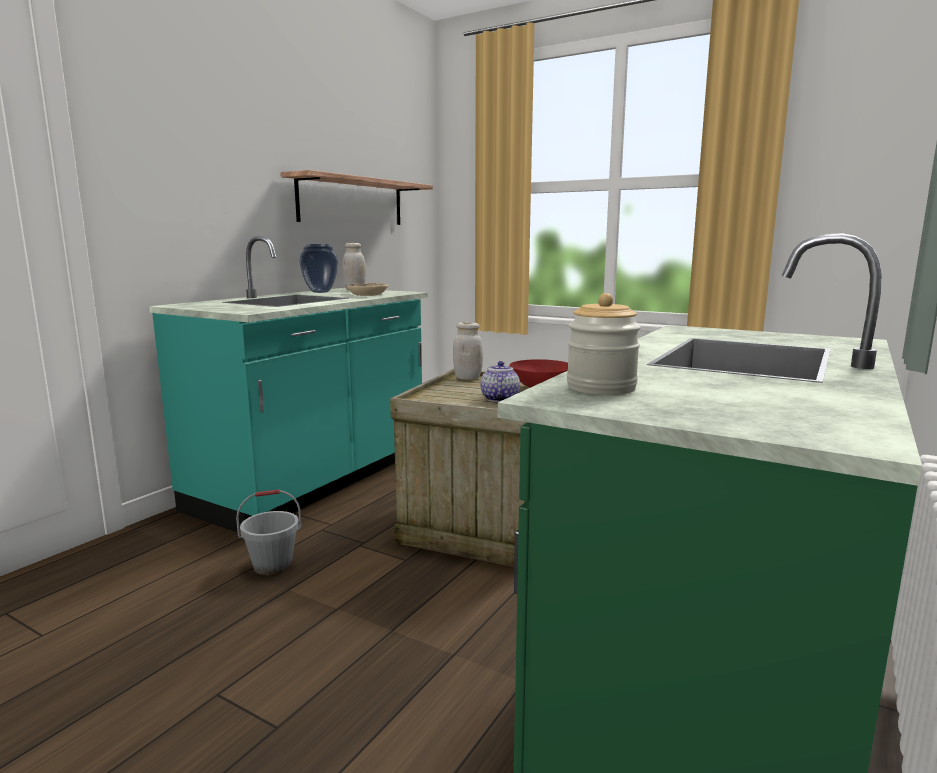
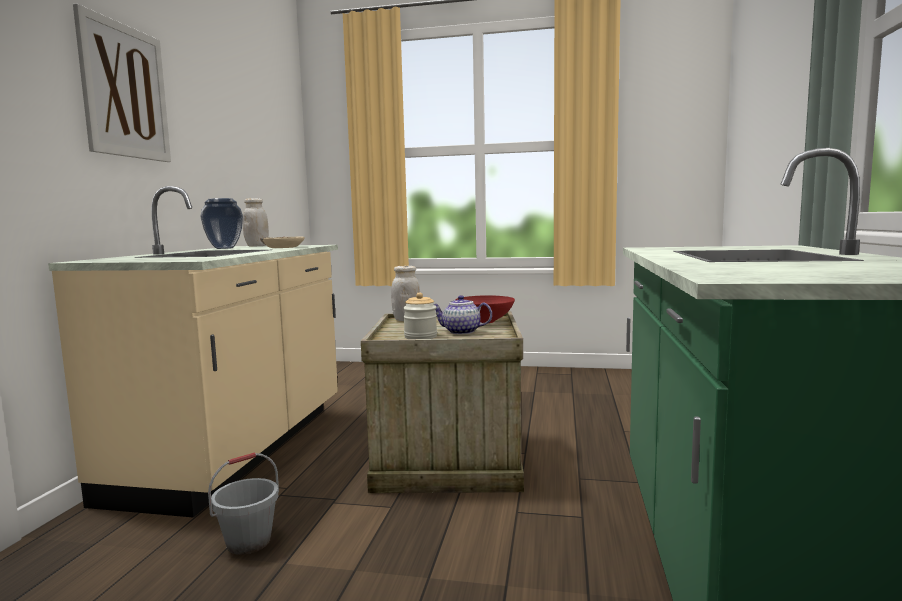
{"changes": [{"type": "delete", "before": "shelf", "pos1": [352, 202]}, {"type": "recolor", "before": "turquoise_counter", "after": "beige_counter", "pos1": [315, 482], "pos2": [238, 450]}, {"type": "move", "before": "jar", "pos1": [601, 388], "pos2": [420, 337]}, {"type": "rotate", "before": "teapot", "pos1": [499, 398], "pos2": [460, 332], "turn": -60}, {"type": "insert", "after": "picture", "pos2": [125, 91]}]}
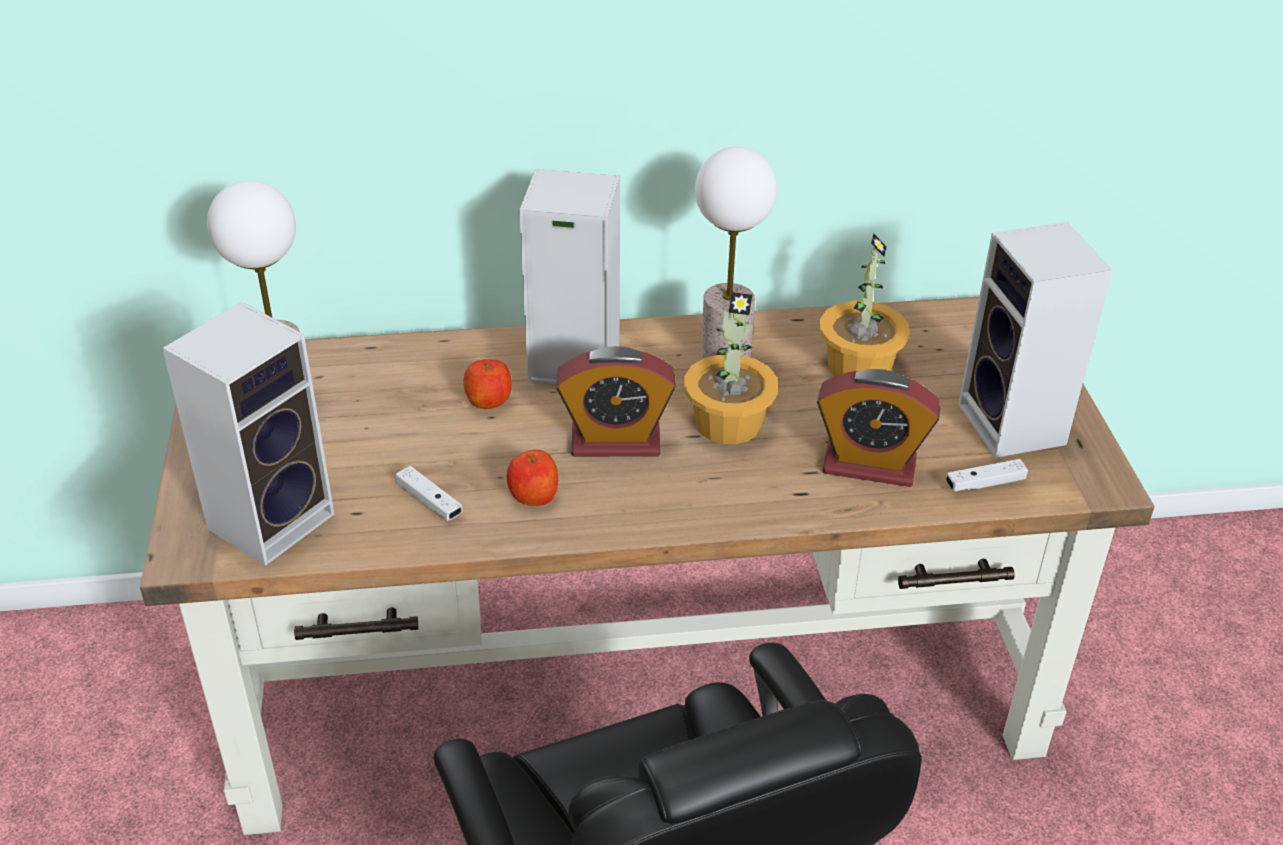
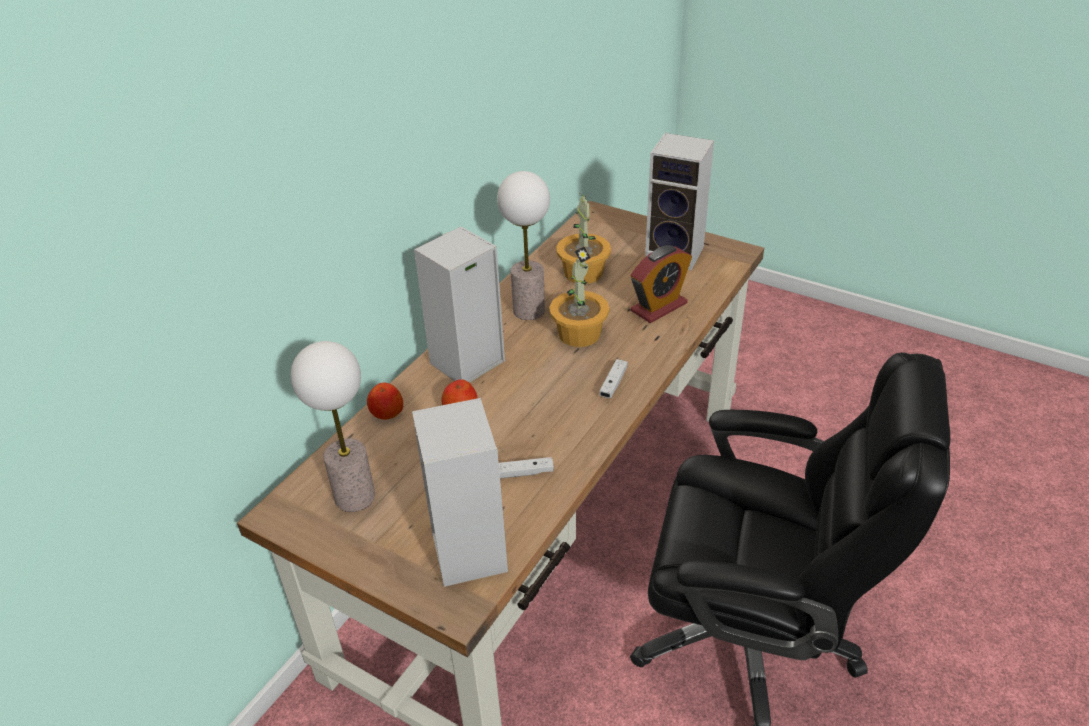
{"changes": [{"type": "delete", "before": "alarm_clock", "pos1": [615, 442]}, {"type": "move", "before": "apple", "pos1": [533, 495], "pos2": [386, 412]}, {"type": "move", "before": "white_game_controller", "pos1": [985, 484], "pos2": [613, 384]}]}
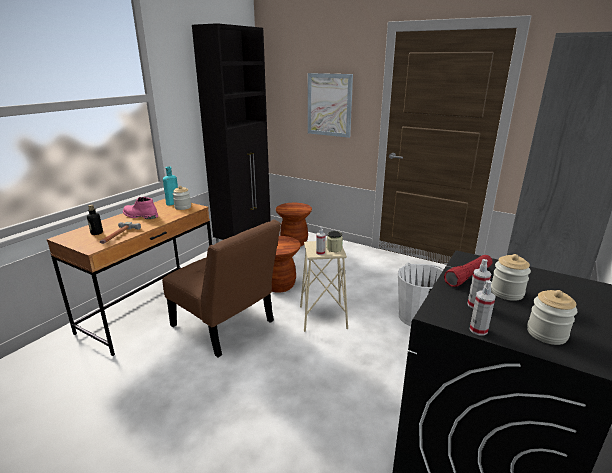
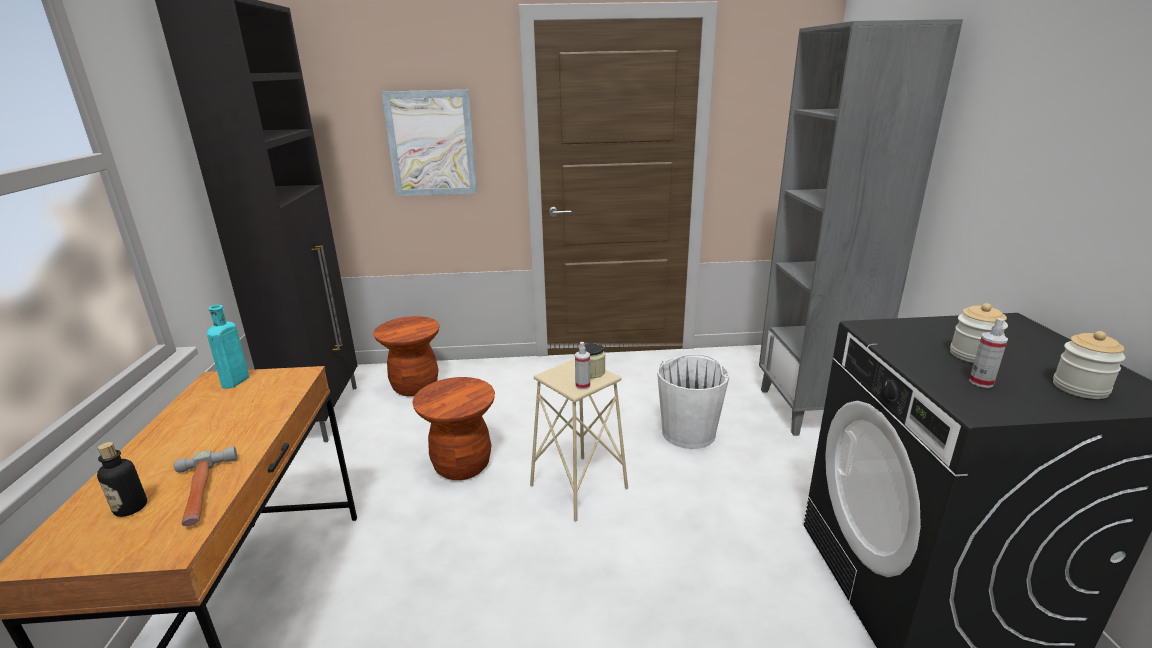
{"changes": [{"type": "delete", "before": "jar", "pos1": [182, 207]}, {"type": "delete", "before": "pink_boot", "pos1": [140, 216]}, {"type": "delete", "before": "brown_chair", "pos1": [226, 326]}, {"type": "delete", "before": "red_flashlight", "pos1": [468, 276]}, {"type": "delete", "before": "spray_bottle", "pos1": [478, 330]}]}
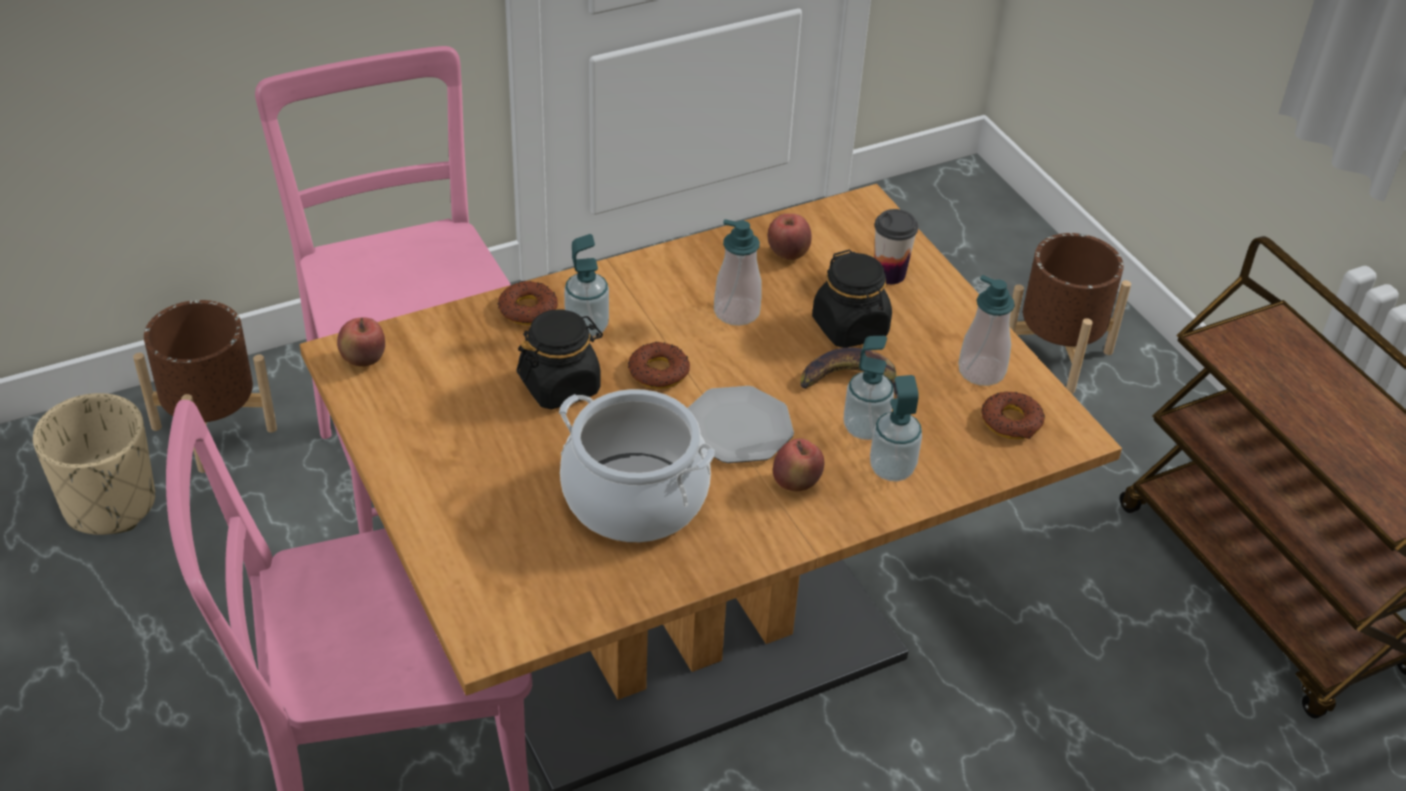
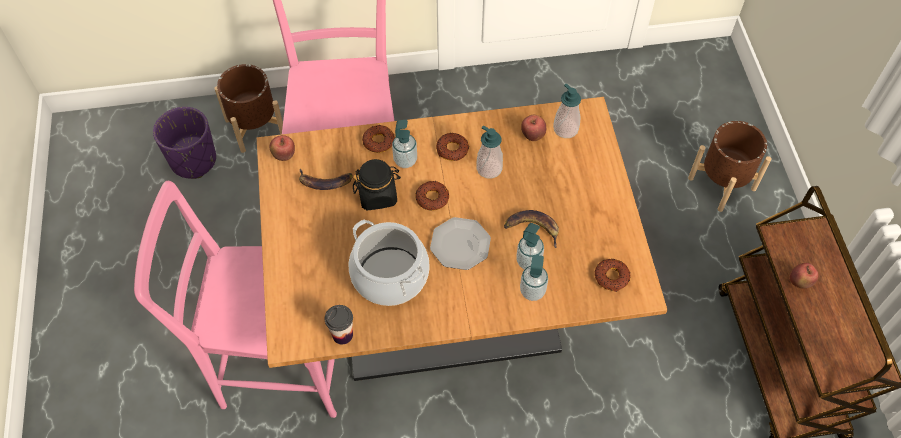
{"changes": [{"type": "move", "before": "cup", "pos1": [889, 274], "pos2": [342, 335]}, {"type": "delete", "before": "black_jar", "pos1": [850, 327]}, {"type": "move", "before": "soap_dispenser", "pos1": [981, 371], "pos2": [565, 129]}, {"type": "recolor", "before": "beige_planter", "after": "purple_planter", "pos1": [109, 504], "pos2": [193, 160]}, {"type": "move", "before": "apple", "pos1": [796, 484], "pos2": [799, 282]}, {"type": "insert", "after": "donut", "pos2": [452, 149]}, {"type": "insert", "after": "banana", "pos2": [324, 182]}]}
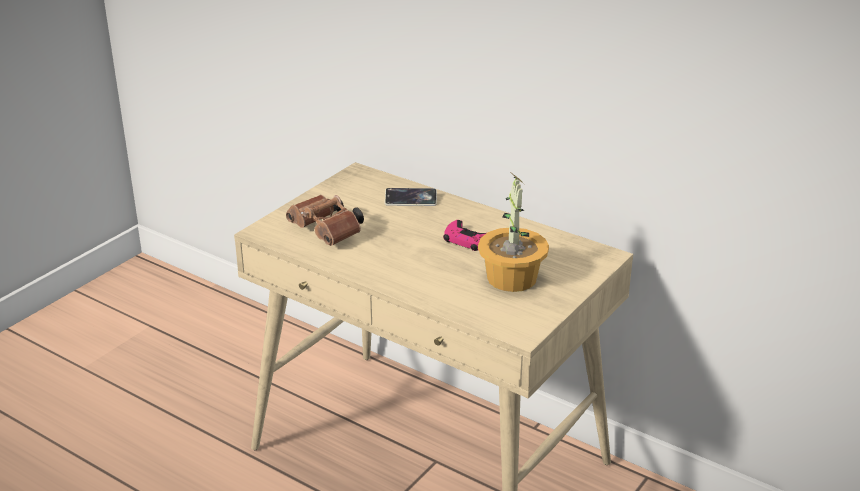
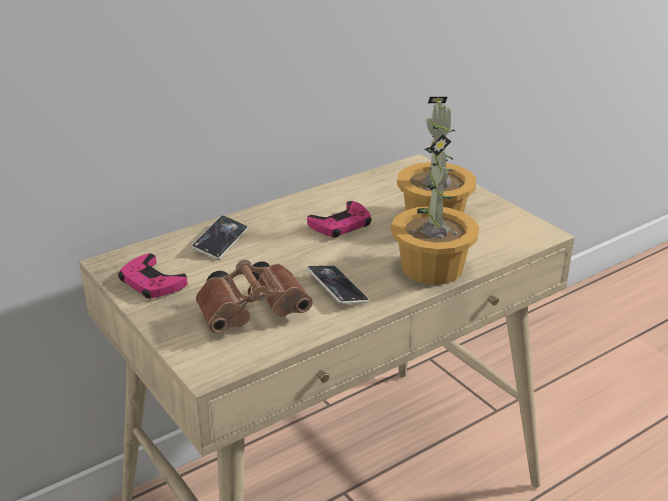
{"changes": [{"type": "insert", "after": "potted_plant", "pos2": [433, 267]}, {"type": "insert", "after": "pink_game_controller", "pos2": [151, 282]}, {"type": "insert", "after": "phone", "pos2": [337, 288]}]}
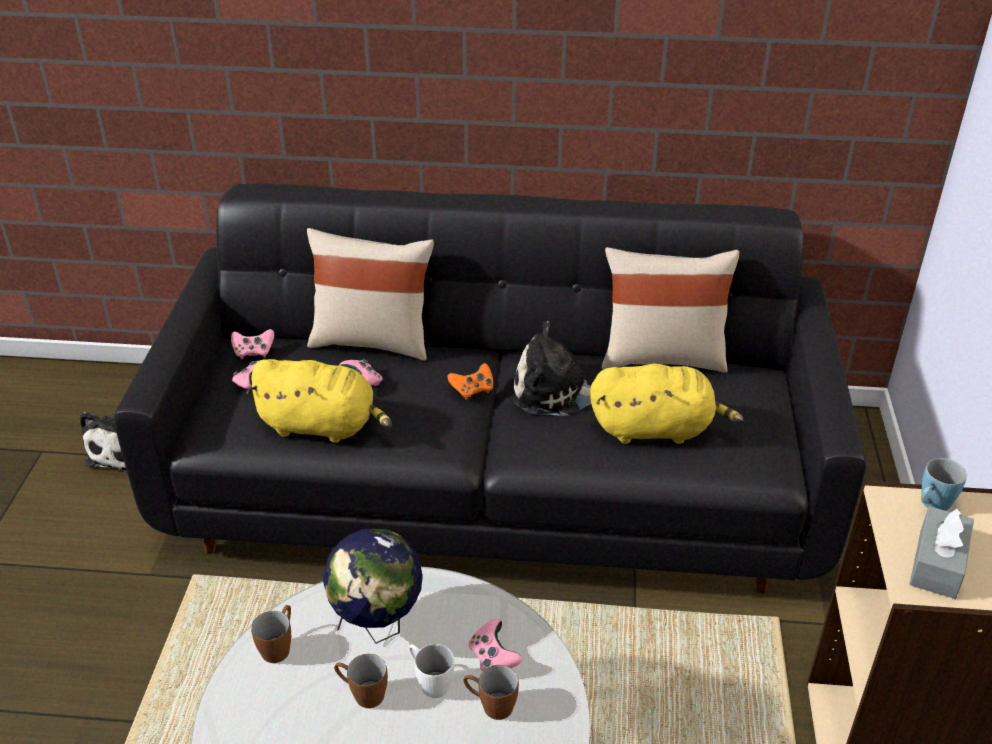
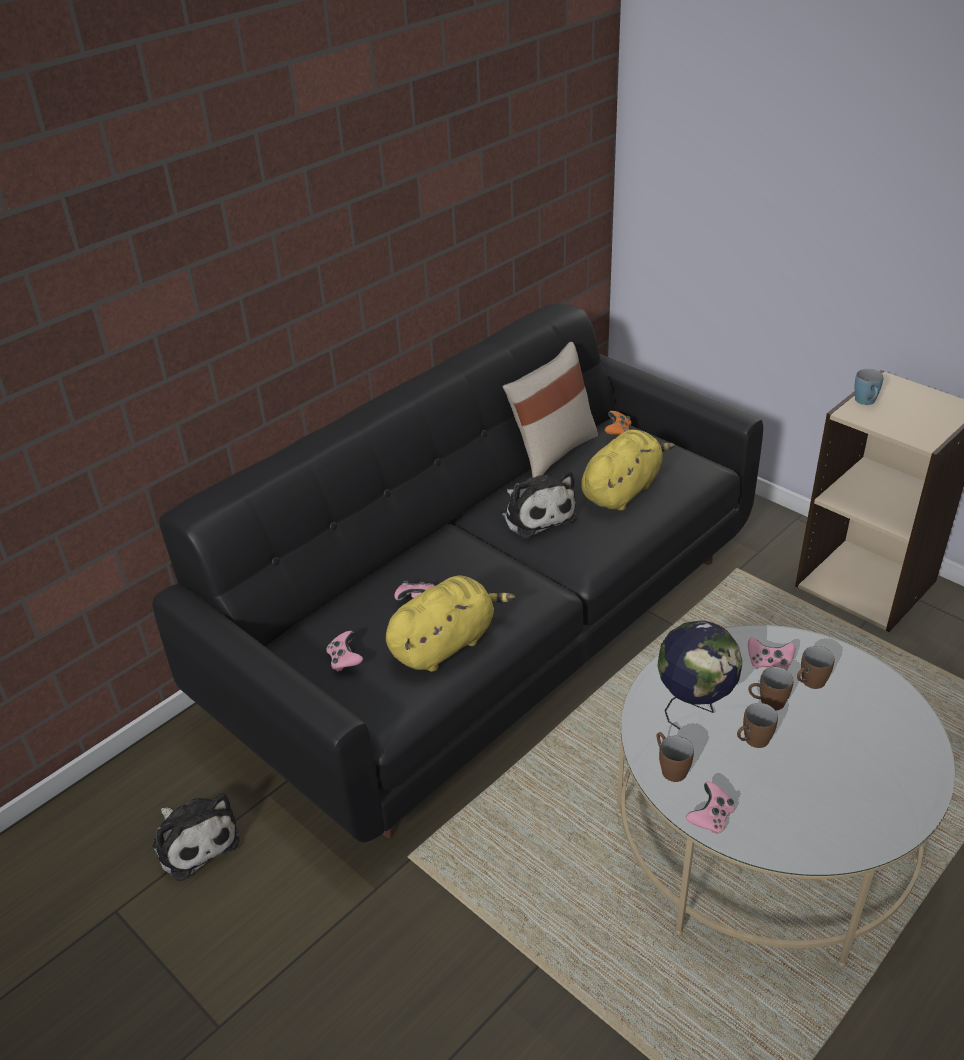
{"changes": [{"type": "delete", "before": "beige_pillow", "pos1": [372, 340]}, {"type": "rotate", "before": "plush_toy", "pos1": [555, 392], "pos2": [536, 514], "turn": -75}, {"type": "move", "before": "pink_game_controller", "pos1": [253, 352], "pos2": [710, 818]}, {"type": "move", "before": "orange_game_controller", "pos1": [472, 390], "pos2": [618, 432]}, {"type": "delete", "before": "grey_tissue_box", "pos1": [937, 563]}, {"type": "recolor", "before": "white_mug", "after": "brown_mug", "pos1": [429, 682], "pos2": [767, 703]}]}
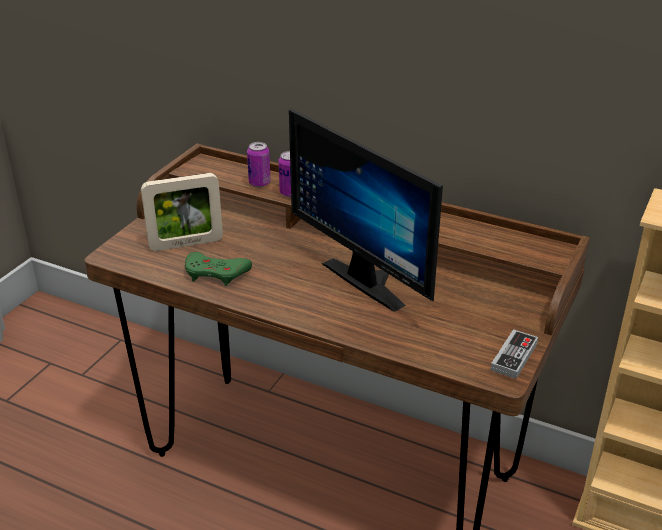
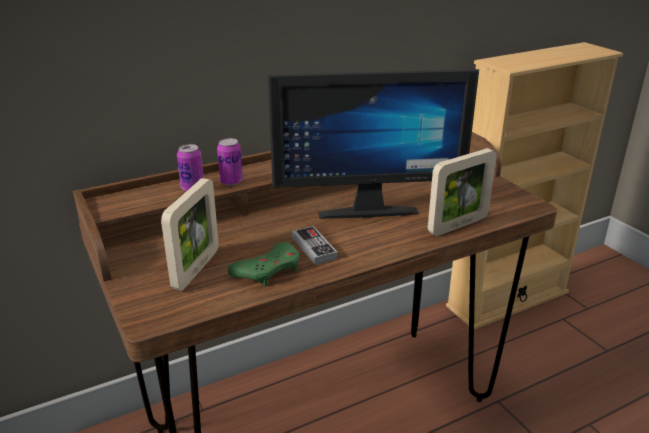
{"changes": [{"type": "move", "before": "game_controller", "pos1": [514, 357], "pos2": [314, 248]}, {"type": "insert", "after": "picture_frame", "pos2": [458, 225]}]}
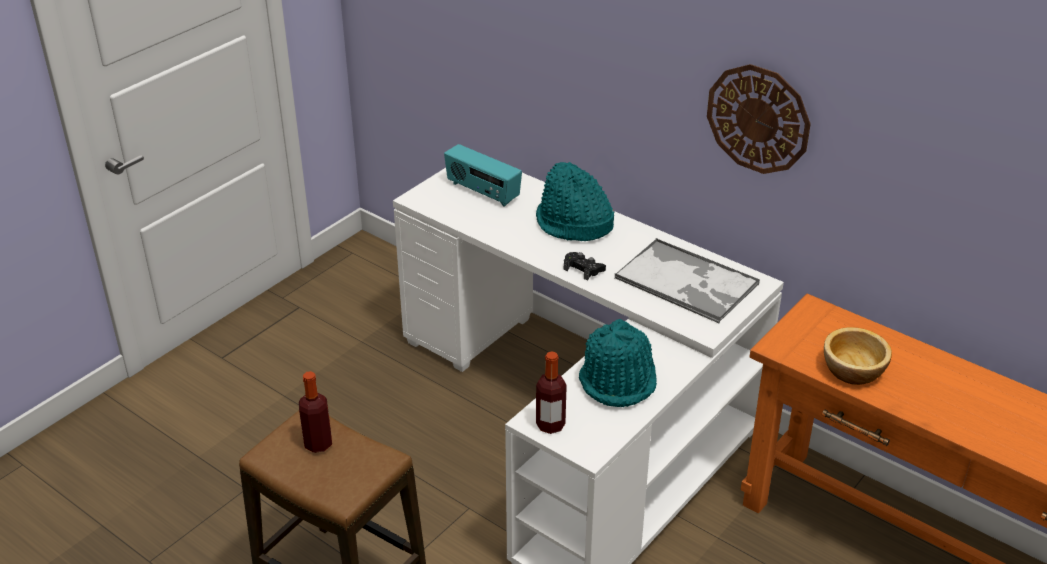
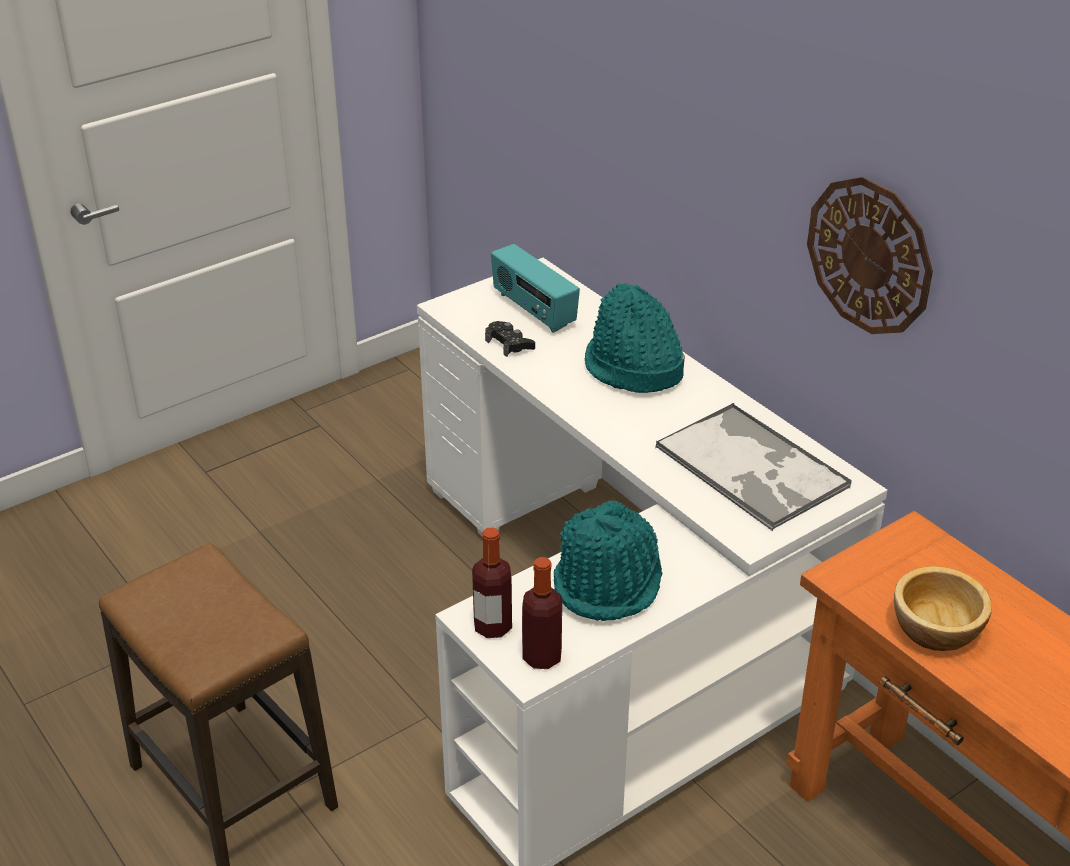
{"changes": [{"type": "move", "before": "black_game_controller", "pos1": [583, 269], "pos2": [509, 344]}, {"type": "move", "before": "bottle", "pos1": [318, 444], "pos2": [542, 657]}]}
